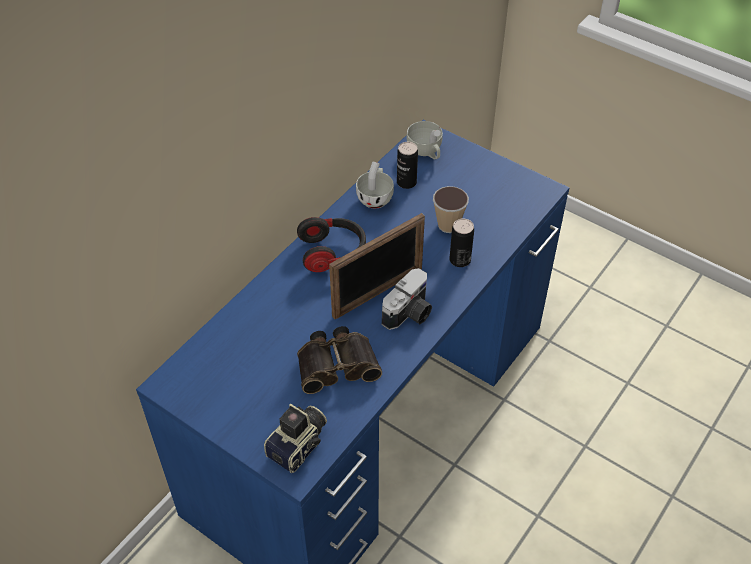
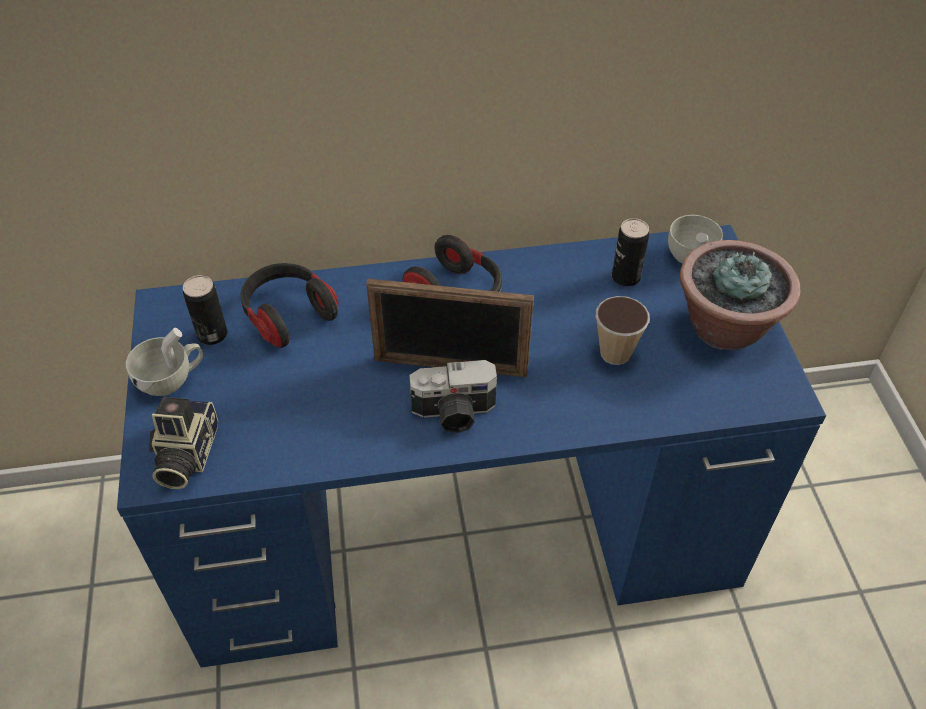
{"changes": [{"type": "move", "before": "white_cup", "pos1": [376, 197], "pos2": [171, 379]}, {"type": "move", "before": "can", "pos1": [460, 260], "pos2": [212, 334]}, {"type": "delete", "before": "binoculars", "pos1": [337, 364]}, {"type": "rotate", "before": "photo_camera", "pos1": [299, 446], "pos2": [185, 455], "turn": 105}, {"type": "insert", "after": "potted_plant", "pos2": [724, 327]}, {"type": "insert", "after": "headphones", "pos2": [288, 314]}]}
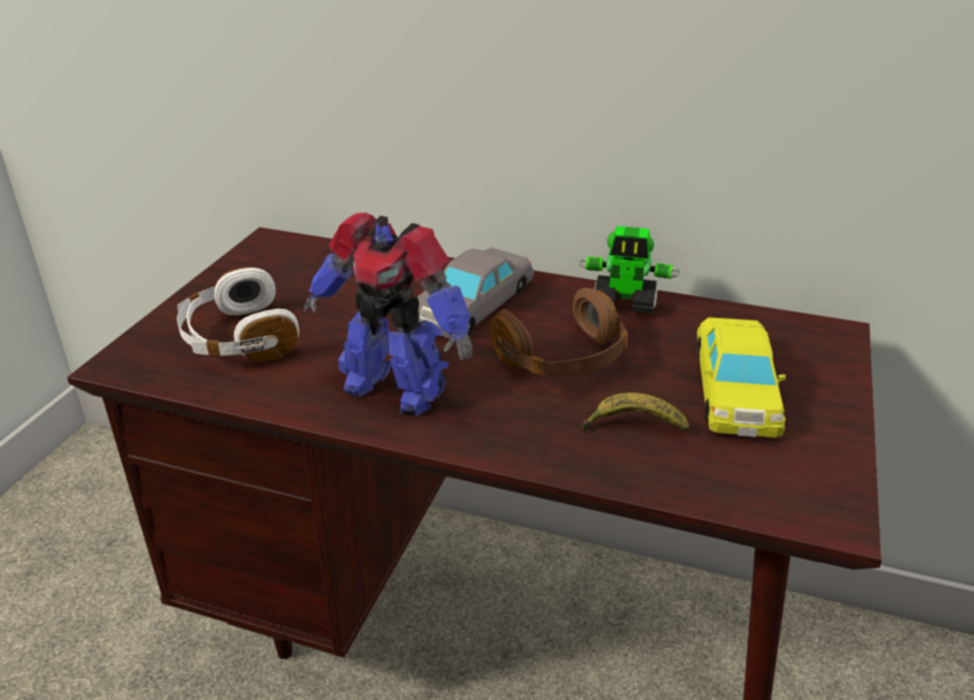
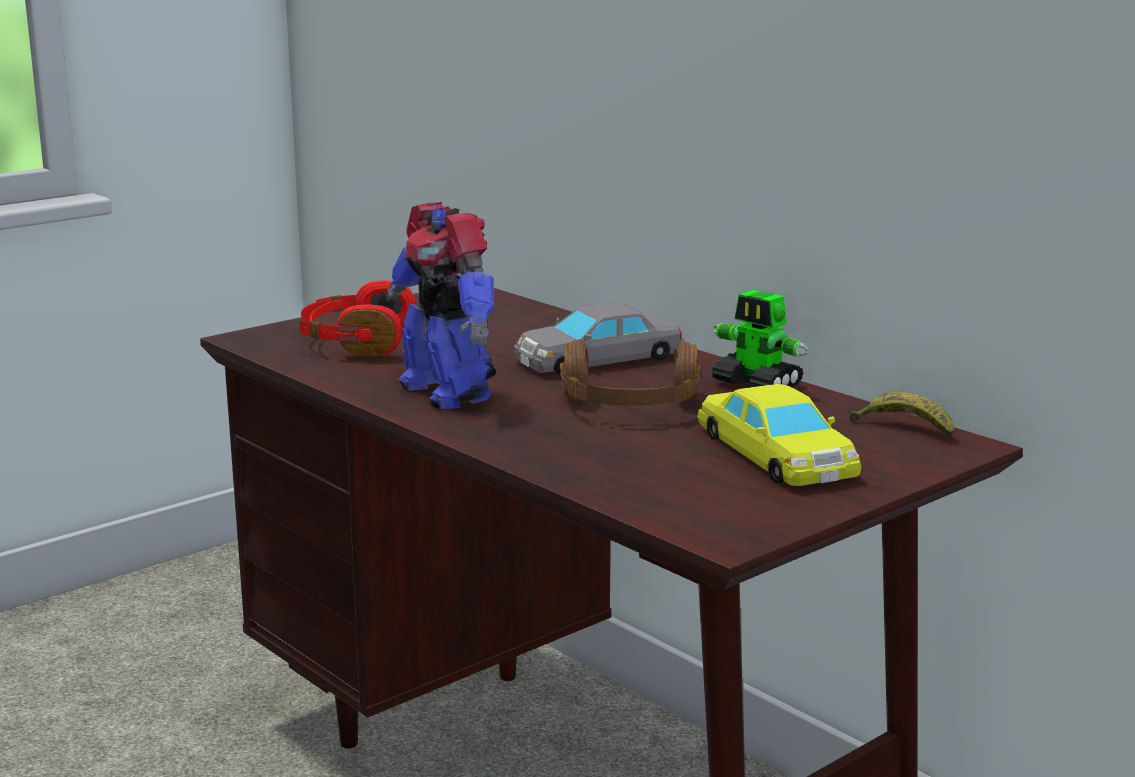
{"changes": [{"type": "recolor", "before": "white_headphones", "after": "red_headphones", "pos1": [237, 339], "pos2": [356, 342]}, {"type": "rotate", "before": "yellow_toy_car", "pos1": [736, 387], "pos2": [776, 454], "turn": -60}, {"type": "move", "before": "banana", "pos1": [632, 426], "pos2": [903, 428]}]}
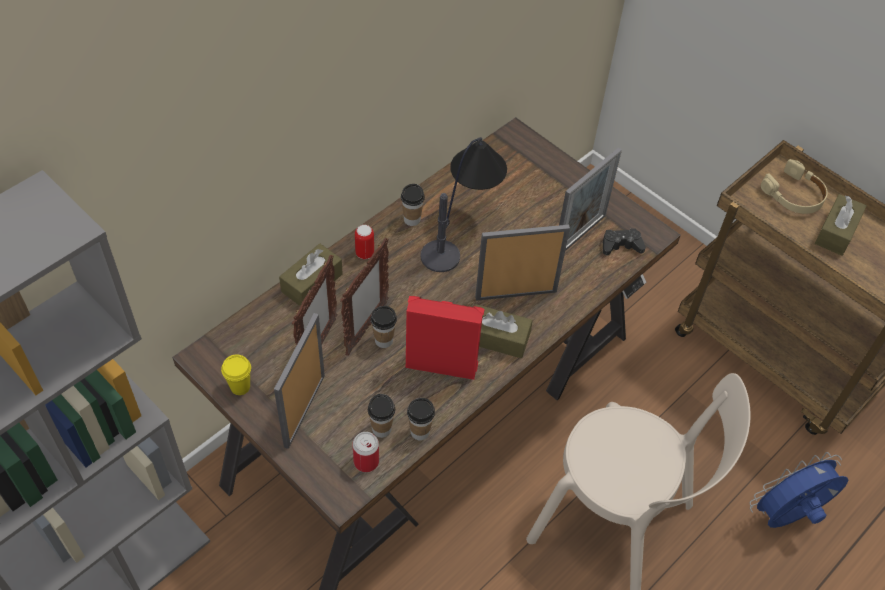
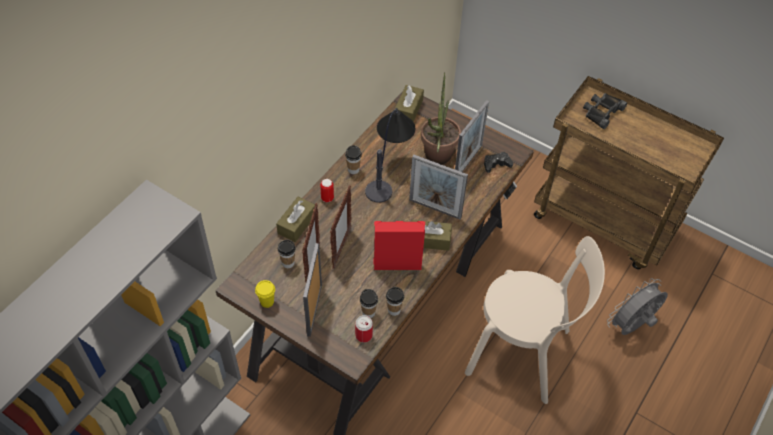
{"changes": [{"type": "replace", "before": "beige_headphones", "after": "black_binoculars", "pos1": [794, 195], "pos2": [602, 112]}, {"type": "move", "before": "brown_tissue_box", "pos1": [836, 232], "pos2": [408, 110]}, {"type": "rotate", "before": "picture_frame", "pos1": [516, 294], "pos2": [435, 208], "turn": -135}, {"type": "move", "before": "cup", "pos1": [383, 340], "pos2": [288, 263]}, {"type": "recolor", "before": "blue_fan", "after": "grey_fan", "pos1": [786, 516], "pos2": [631, 326]}, {"type": "insert", "after": "potted_plant", "pos2": [436, 159]}]}
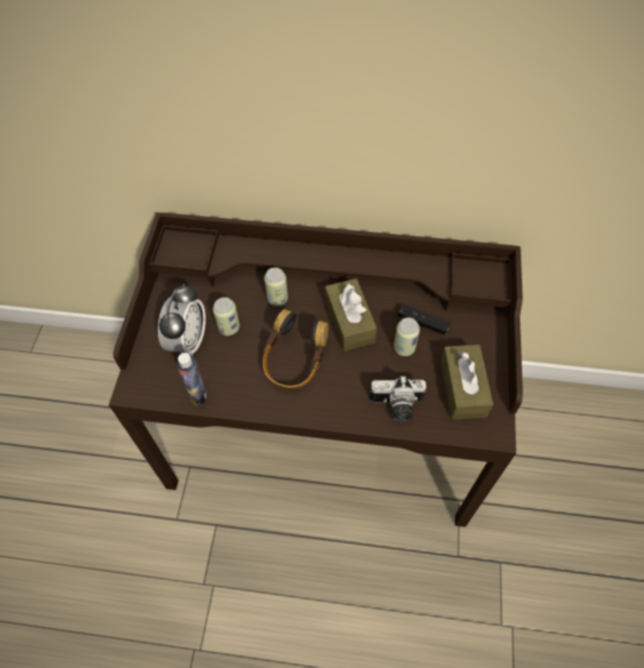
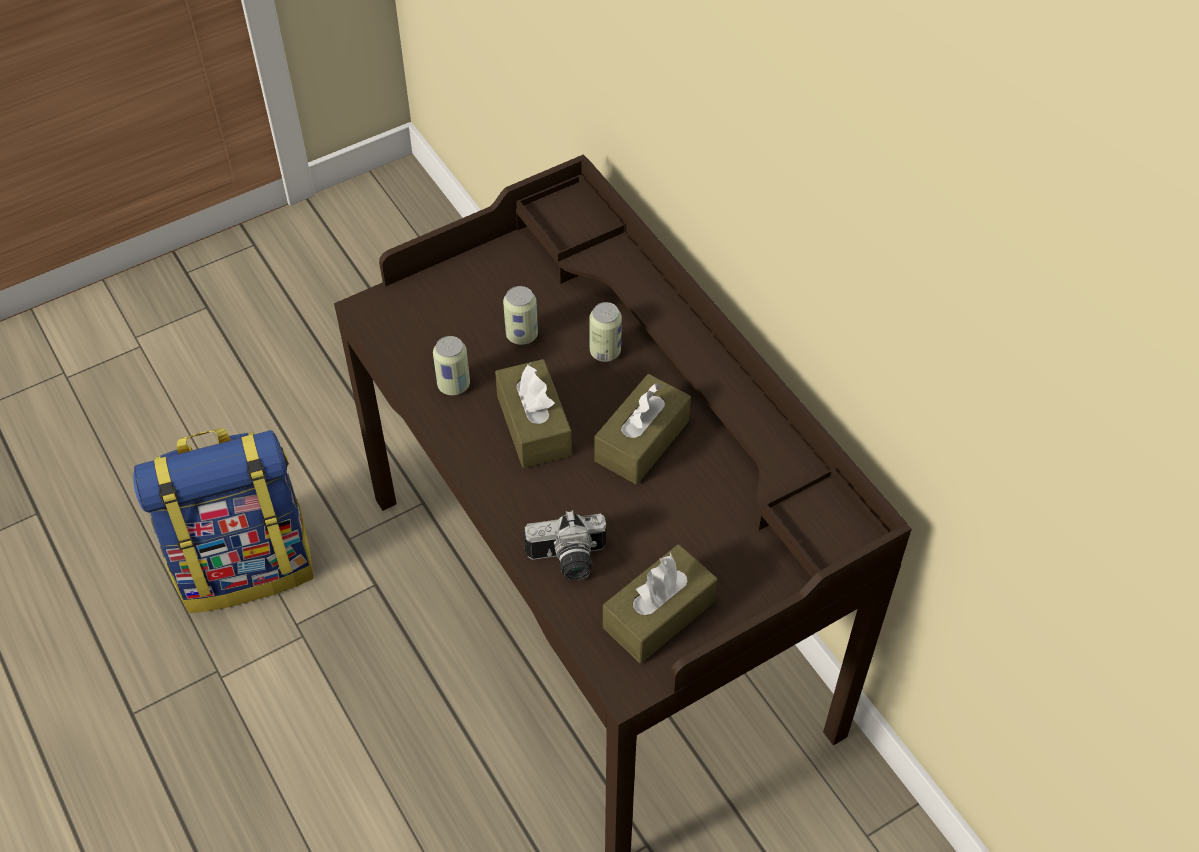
{"changes": [{"type": "delete", "before": "alarm_clock", "pos1": [188, 341]}, {"type": "delete", "before": "black_game_controller", "pos1": [422, 323]}, {"type": "replace", "before": "headphones", "after": "brown_tissue_box", "pos1": [294, 363], "pos2": [534, 425]}, {"type": "move", "before": "can", "pos1": [404, 348], "pos2": [453, 385]}, {"type": "delete", "before": "bottle", "pos1": [198, 393]}, {"type": "rotate", "before": "photo_camera", "pos1": [396, 407], "pos2": [568, 561], "turn": -60}, {"type": "insert", "after": "backpack", "pos2": [246, 564]}]}
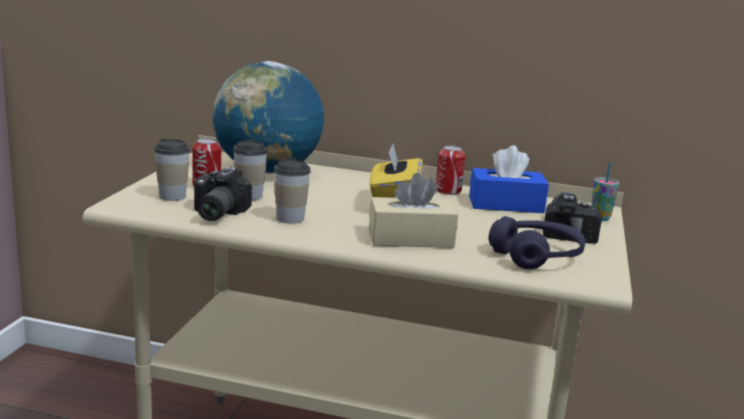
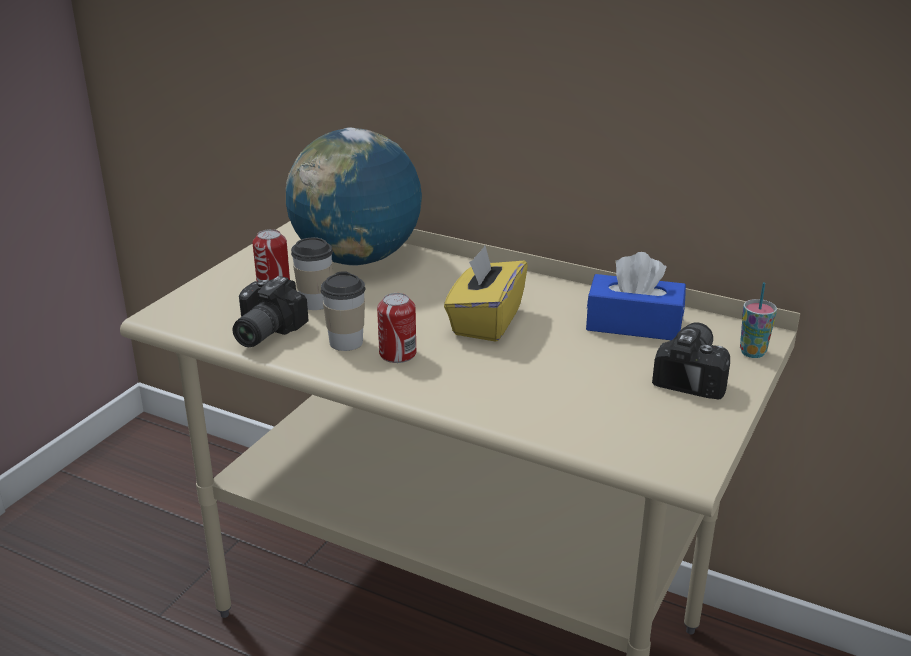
{"changes": [{"type": "delete", "before": "cup", "pos1": [172, 196]}, {"type": "move", "before": "can", "pos1": [448, 190], "pos2": [397, 354]}, {"type": "delete", "before": "beige_tissue_box", "pos1": [410, 238]}, {"type": "delete", "before": "purple_headphones", "pos1": [536, 256]}]}
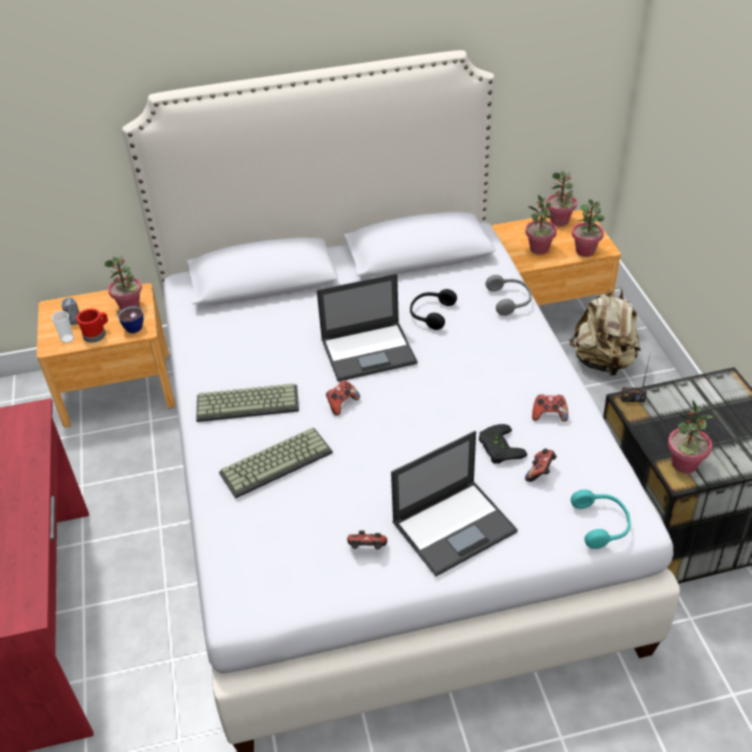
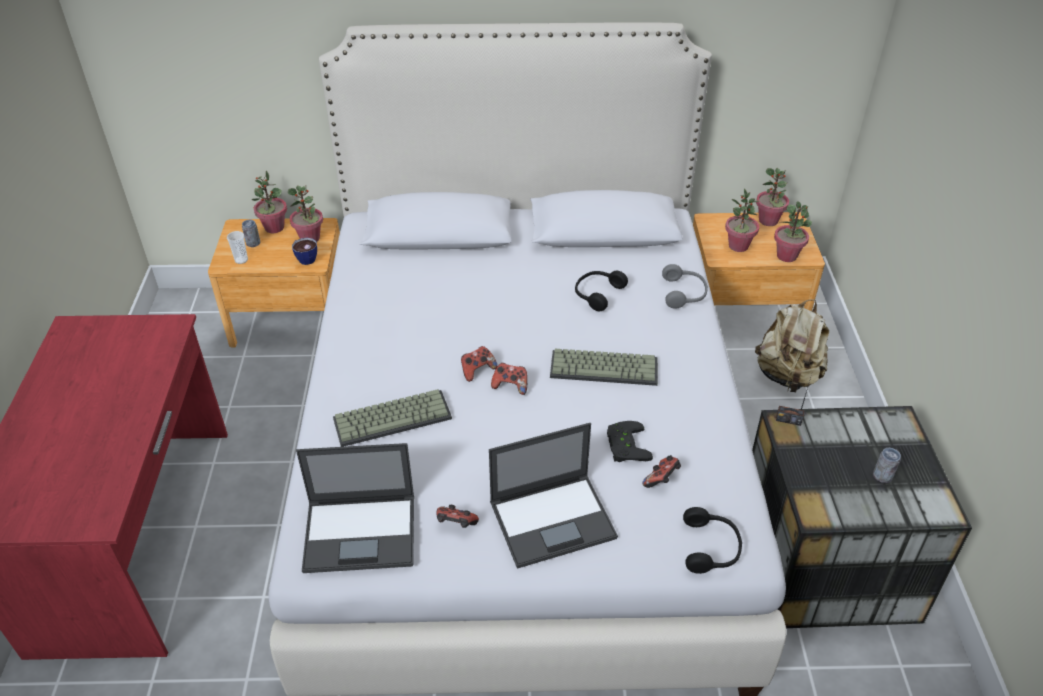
{"changes": [{"type": "move", "before": "laptop", "pos1": [369, 351], "pos2": [362, 533]}, {"type": "delete", "before": "red_mug", "pos1": [97, 334]}, {"type": "move", "before": "keyboard", "pos1": [248, 402], "pos2": [605, 367]}, {"type": "move", "before": "game_controller", "pos1": [549, 415], "pos2": [510, 385]}, {"type": "move", "before": "potted_plant", "pos1": [684, 464], "pos2": [274, 227]}, {"type": "recolor", "before": "turquoise_headphones", "after": "black_headphones", "pos1": [602, 524], "pos2": [711, 548]}, {"type": "insert", "after": "can", "pos2": [882, 476]}]}
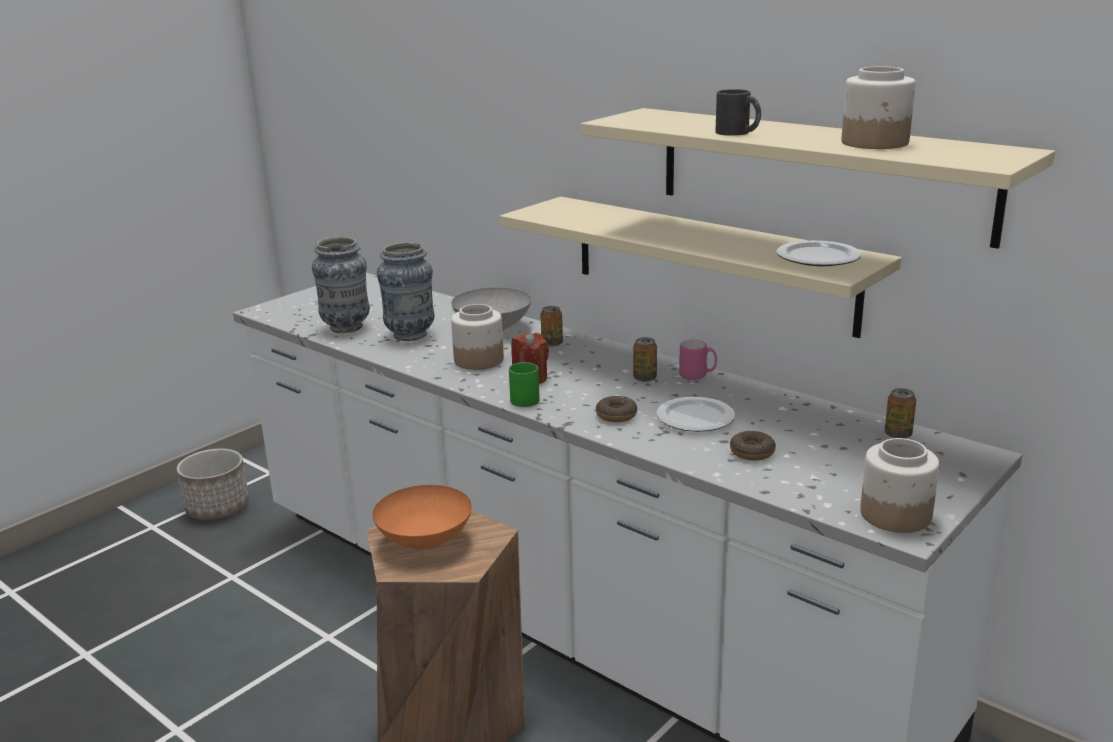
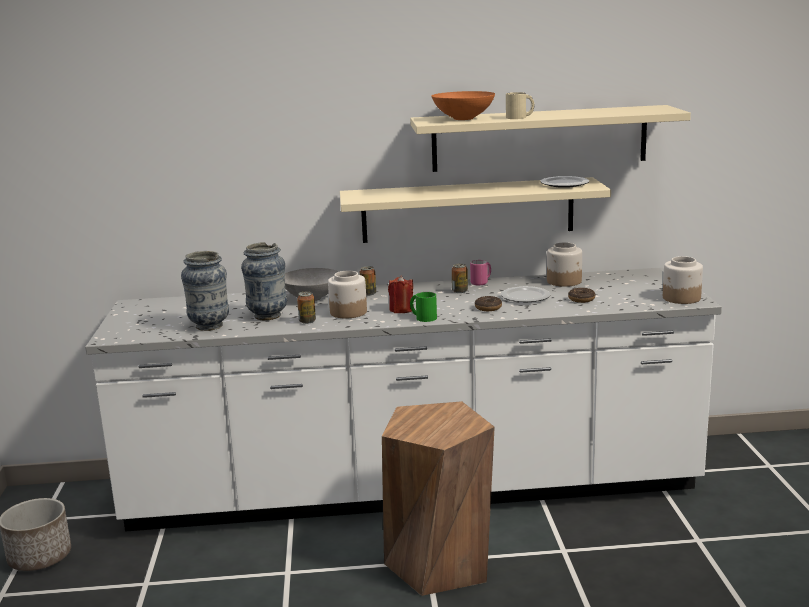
{"changes": [{"type": "move", "before": "jar", "pos1": [875, 143], "pos2": [564, 281]}, {"type": "recolor", "before": "black_mug", "after": "beige_mug", "pos1": [738, 133], "pos2": [520, 117]}, {"type": "move", "before": "can", "pos1": [898, 435], "pos2": [307, 321]}, {"type": "move", "before": "orange_bowl", "pos1": [426, 540], "pos2": [463, 118]}]}
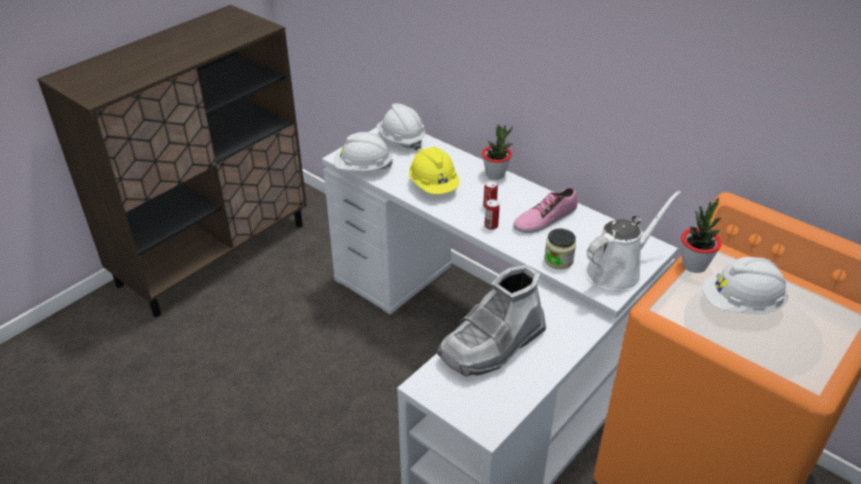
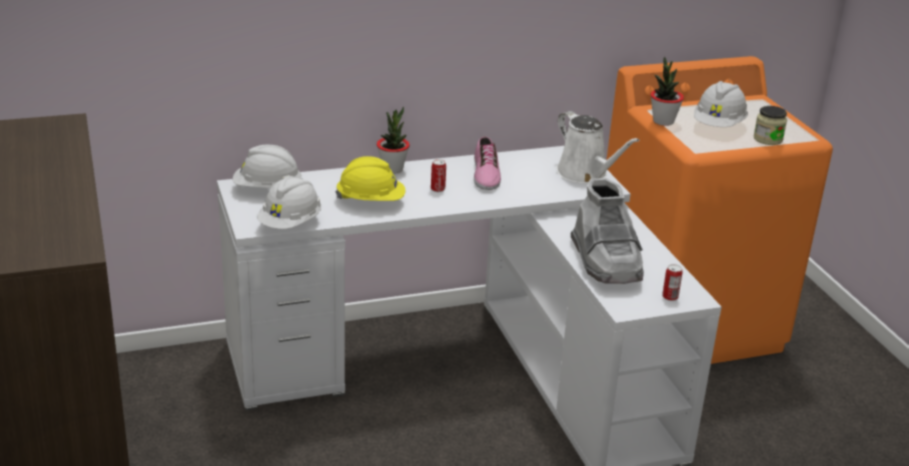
{"changes": [{"type": "rotate", "before": "white_watering_can", "pos1": [617, 271], "pos2": [585, 174], "turn": 150}, {"type": "move", "before": "can", "pos1": [491, 226], "pos2": [670, 297]}, {"type": "move", "before": "jar", "pos1": [558, 260], "pos2": [768, 139]}]}
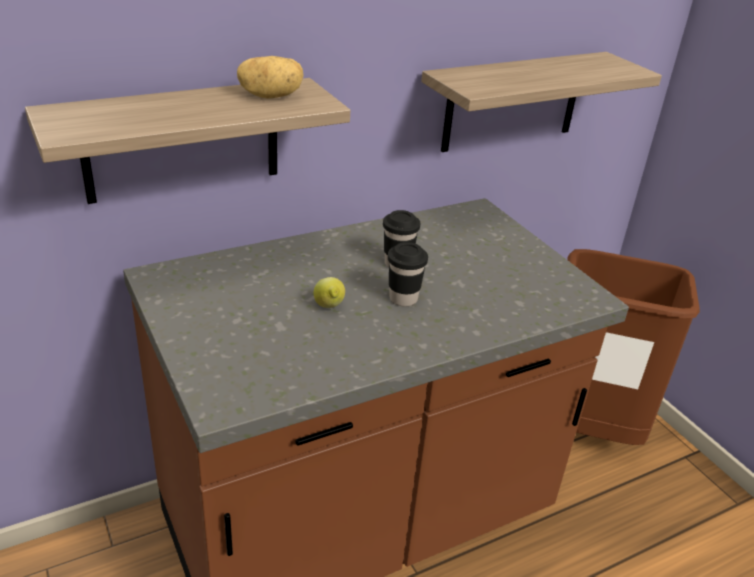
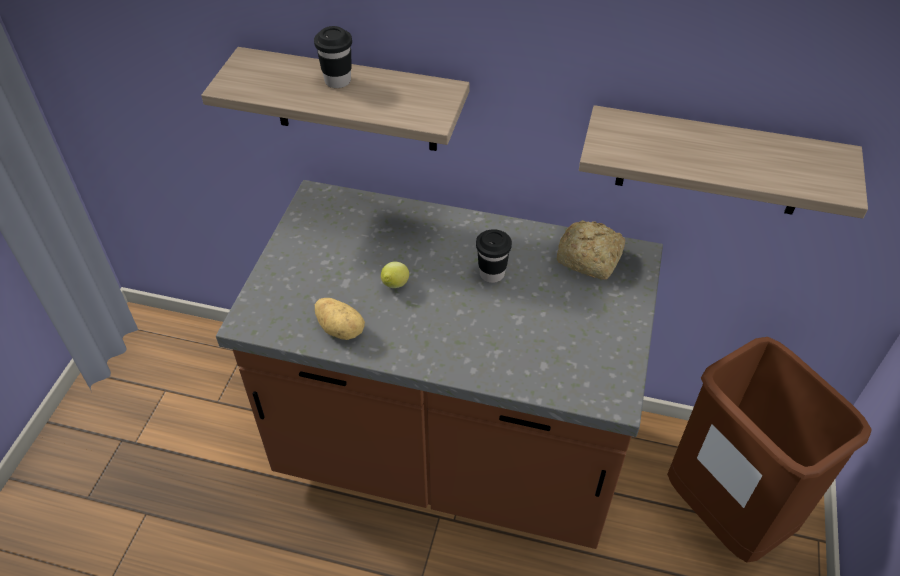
{"changes": [{"type": "move", "before": "potato", "pos1": [271, 96], "pos2": [341, 329]}, {"type": "move", "before": "black_cup", "pos1": [403, 299], "pos2": [337, 81]}, {"type": "insert", "after": "bread", "pos2": [590, 259]}]}
